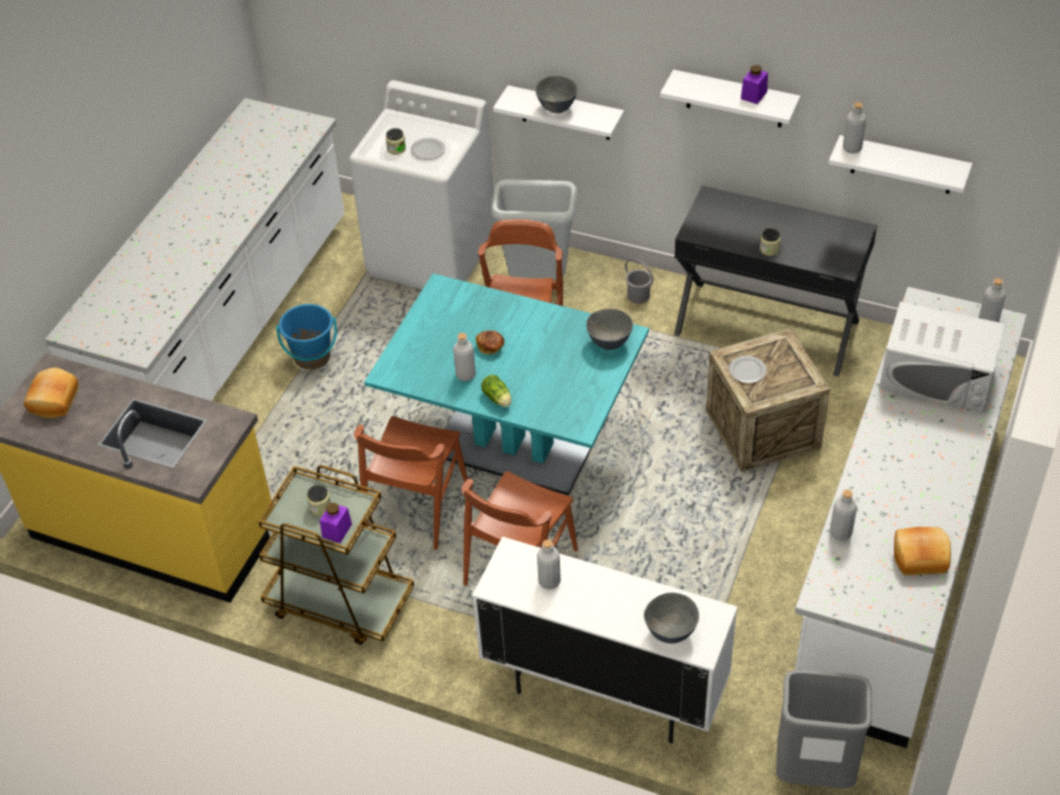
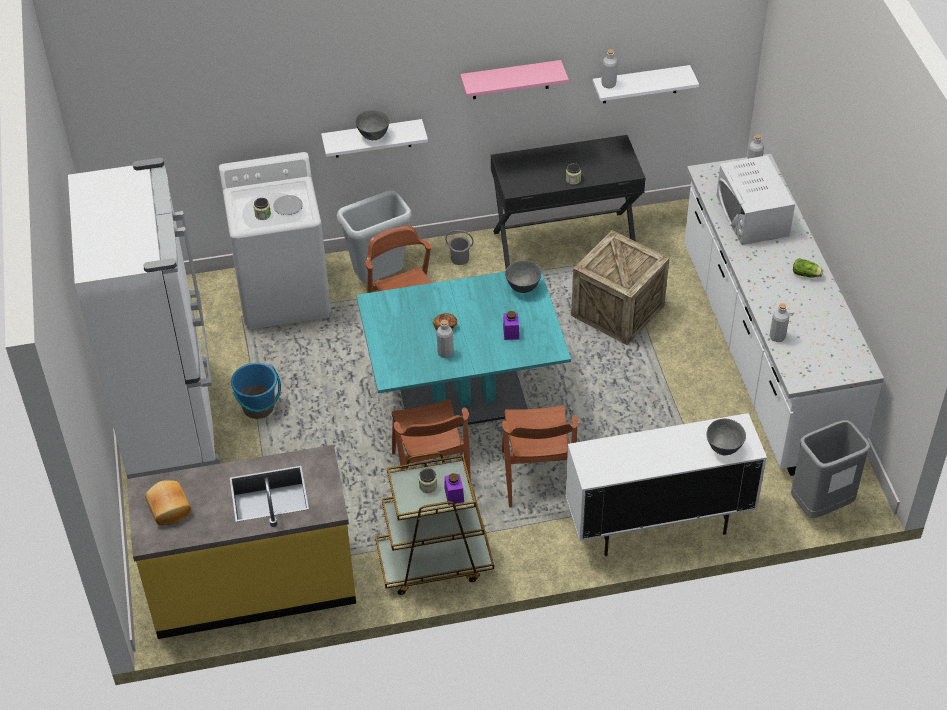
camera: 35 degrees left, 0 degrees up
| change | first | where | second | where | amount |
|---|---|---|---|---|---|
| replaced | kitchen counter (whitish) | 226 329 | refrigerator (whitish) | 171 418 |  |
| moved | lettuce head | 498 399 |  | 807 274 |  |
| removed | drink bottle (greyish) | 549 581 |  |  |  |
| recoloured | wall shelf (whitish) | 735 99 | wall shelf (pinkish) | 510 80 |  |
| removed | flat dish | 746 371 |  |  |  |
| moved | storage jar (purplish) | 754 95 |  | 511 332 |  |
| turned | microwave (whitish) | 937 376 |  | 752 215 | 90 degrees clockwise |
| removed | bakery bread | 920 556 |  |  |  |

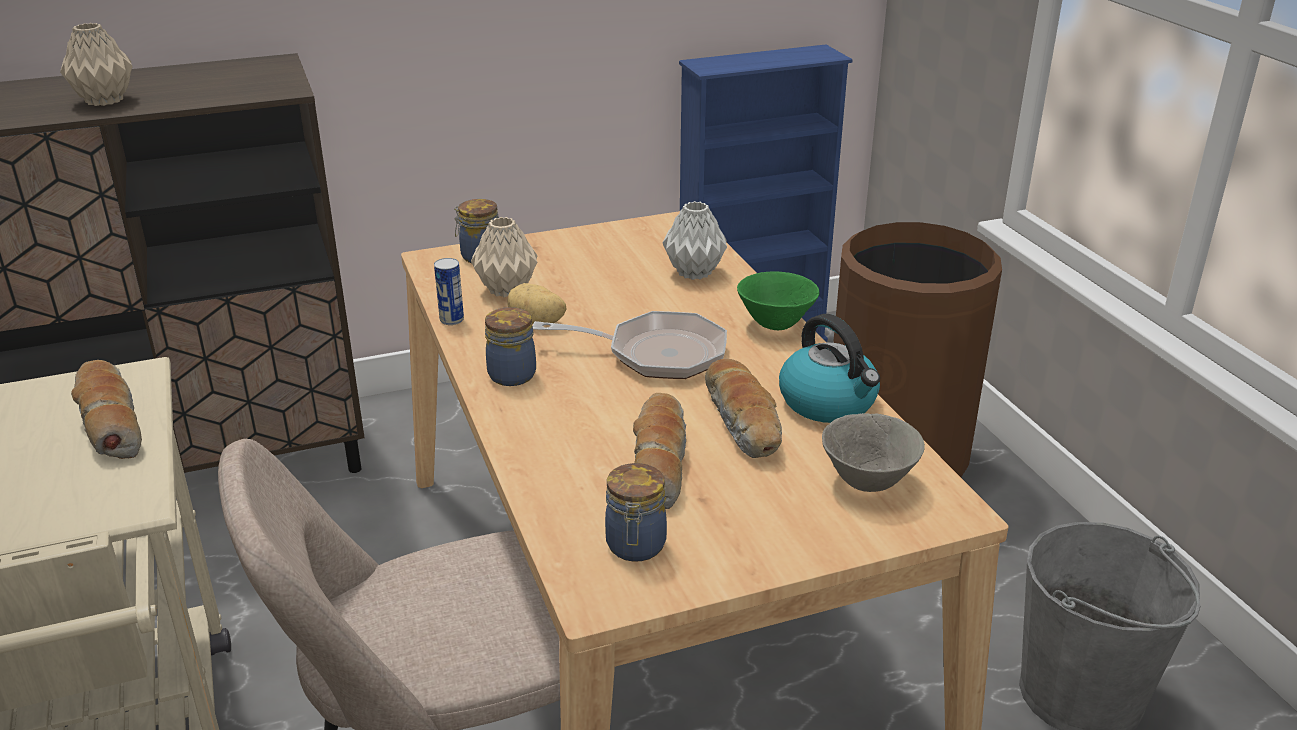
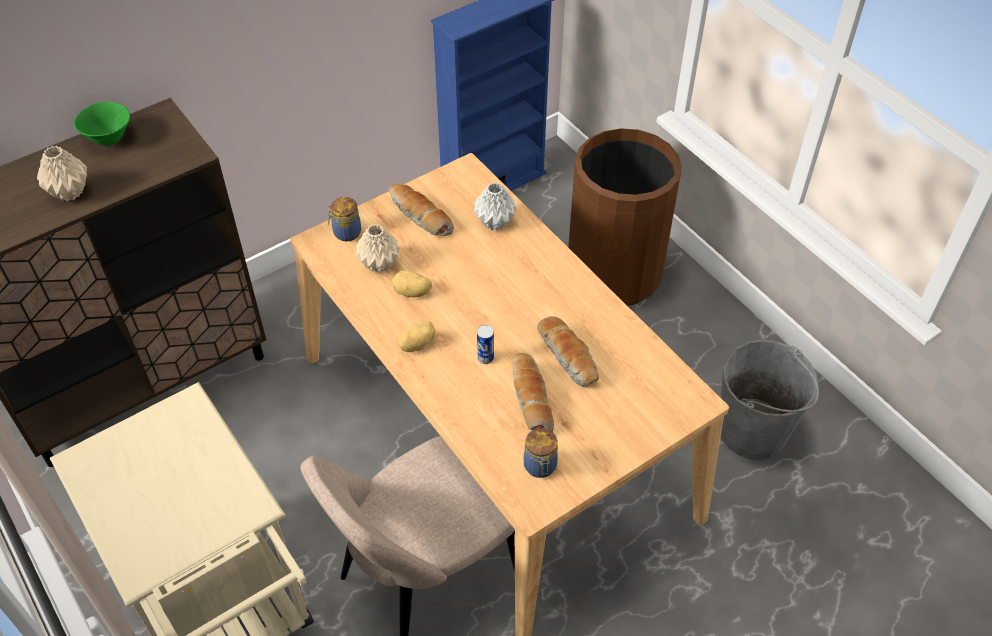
camera: 15 degrees left, 20 degrees up
| change | first | where | second | where | amount |
|---|---|---|---|---|---|
| moved | bakery bread | 109 422 |  | 419 216 |  |
| moved | can | 451 320 |  | 485 358 |  |
| replaced | storage jar | 512 374 | potato | 416 344 |  |
| removed | pan | 656 354 |  |  |  |
| moved | deep dish (green-coloured) | 775 324 |  | 109 139 |  |
| removed | water kettle | 829 403 |  |  |  |
| removed | deep dish (greyish) | 867 483 |  |  |  |

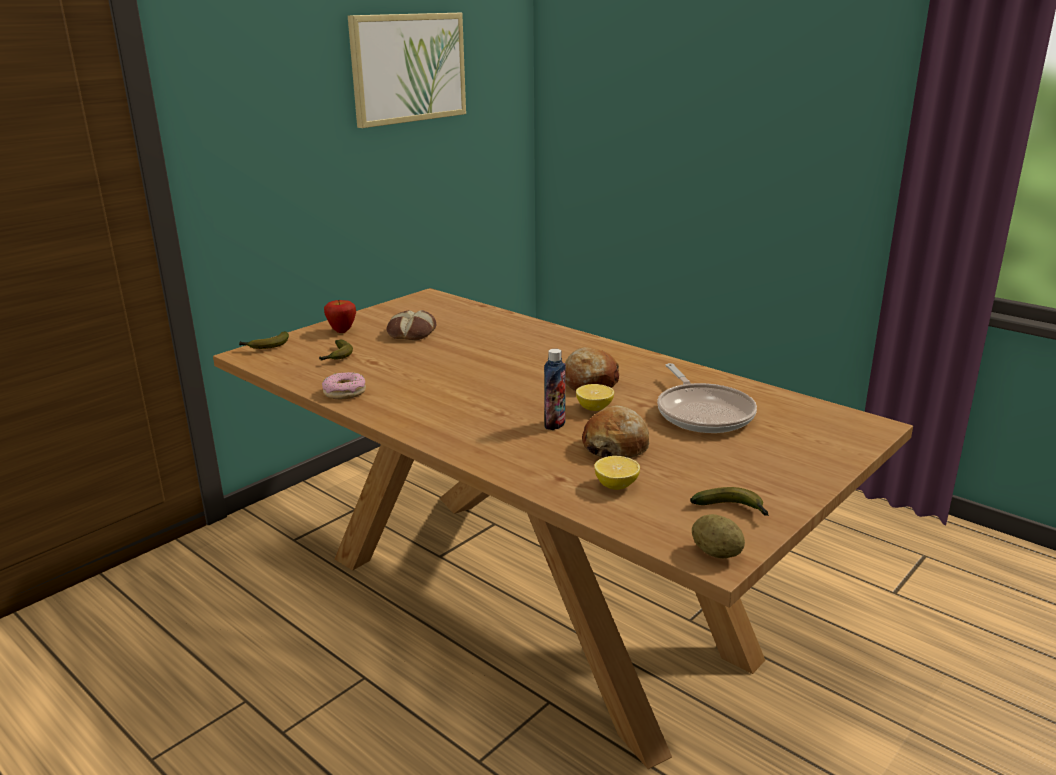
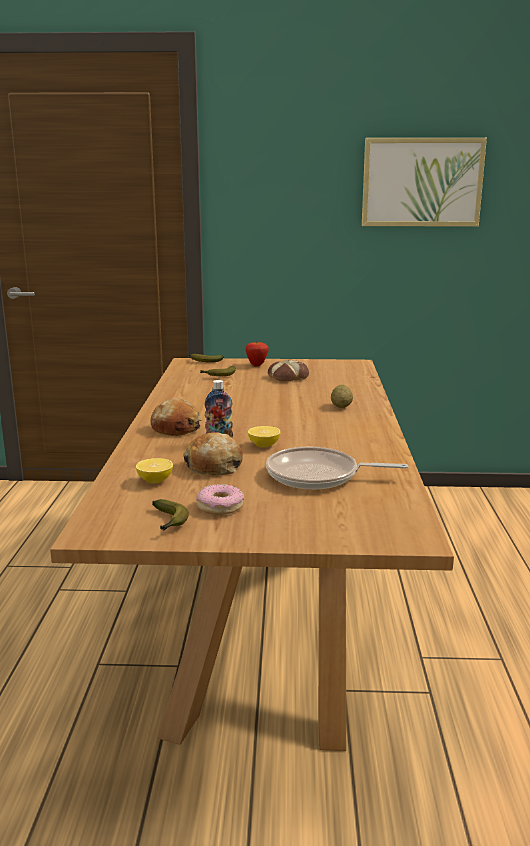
camera: 50 degrees right, 5 degrees down
| change | first | where | second | where | amount |
|---|---|---|---|---|---|
| moved | donut | 344 392 |  | 220 506 |  |
| moved | bakery bread | 589 382 |  | 176 428 |  |
| turned | pan | 703 413 |  | 318 476 | 60 degrees clockwise |
| moved | potato | 716 553 |  | 341 406 |  |

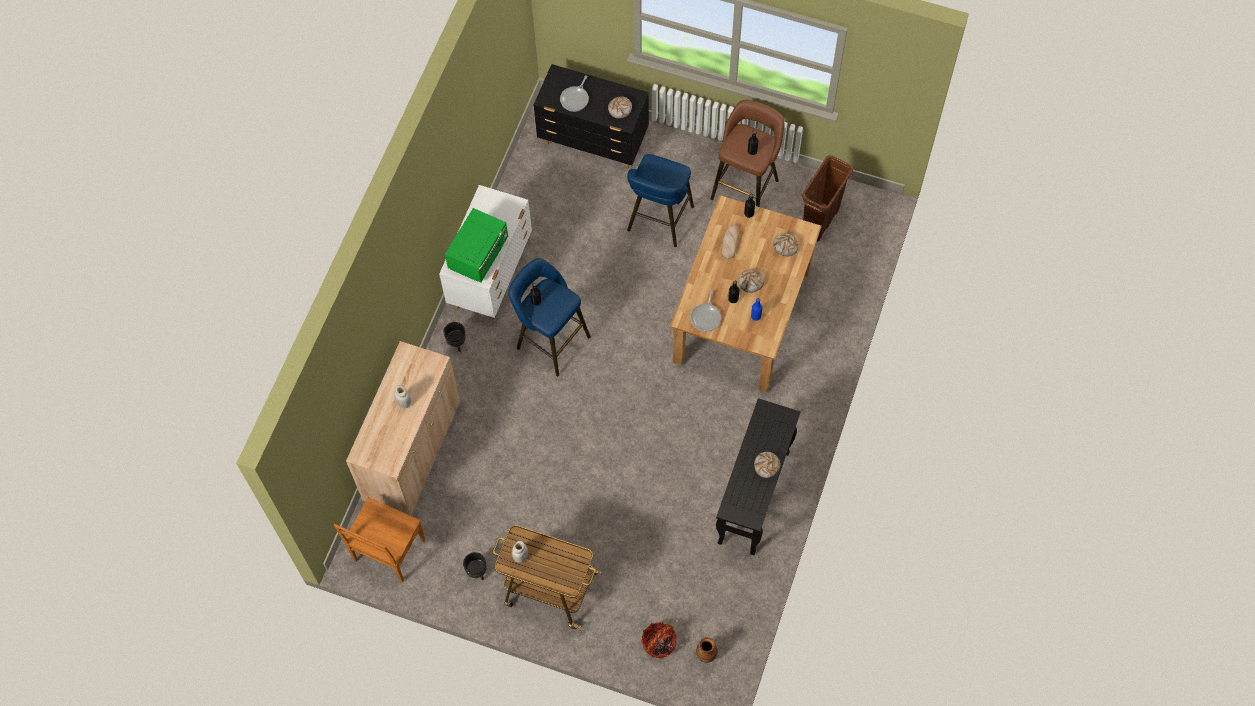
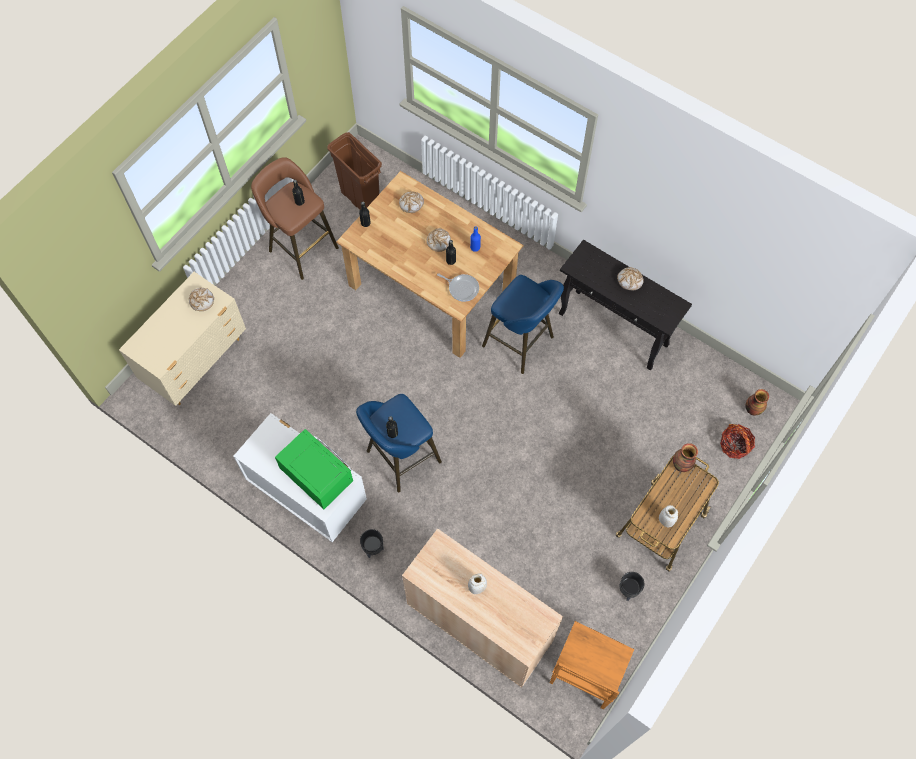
camera: 75 degrees left, 0 degrees up
| change | first | where | second | where | amount |
|---|---|---|---|---|---|
| turned | plain chair (brown-coloured) | 388 552 |  | 585 674 | 75 degrees clockwise |
| recoloured | chest of drawers (black) | 594 142 | chest of drawers (beige-coloured) | 197 362 |  |
| removed | pan | 575 99 |  |  |  |
| moved | sitting stool (blue) | 659 222 |  | 521 344 |  |
| removed | bakery bread | 730 242 |  |  |  |
| added |  |  | decorative vase | 681 465 |  |

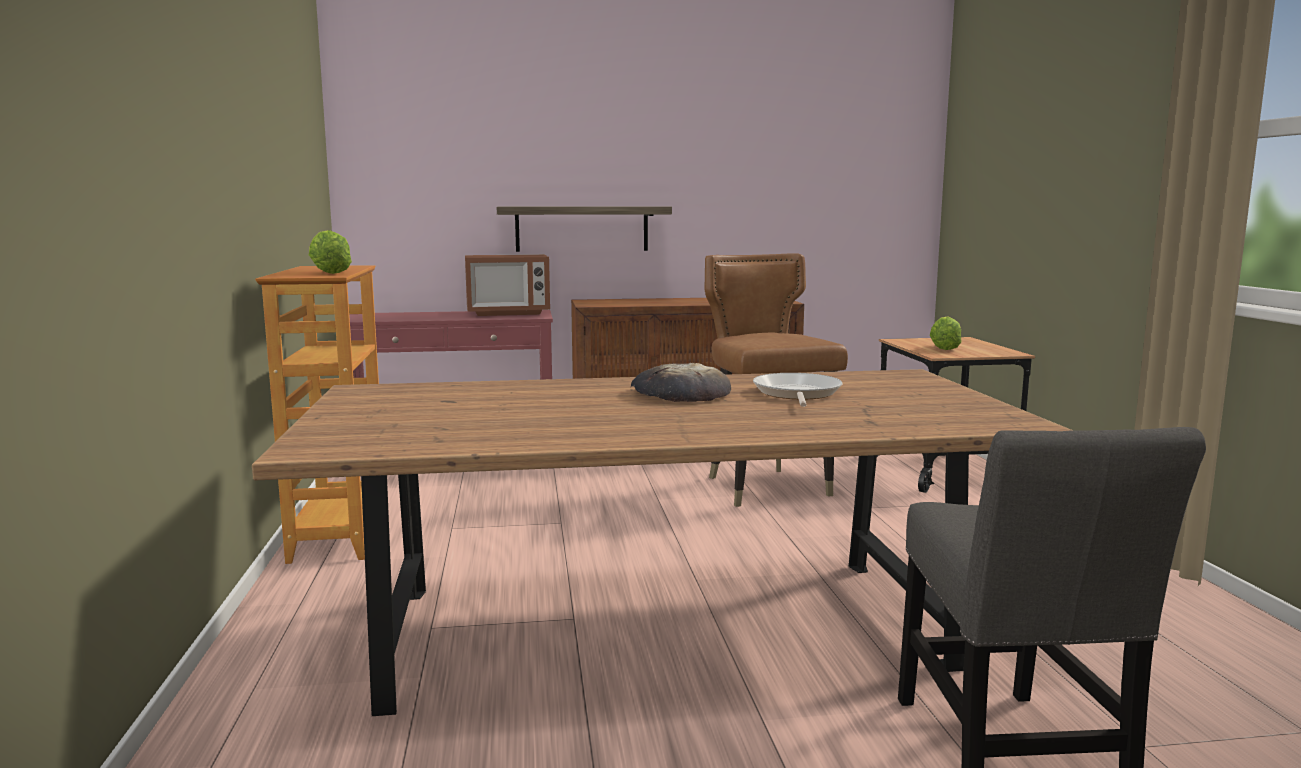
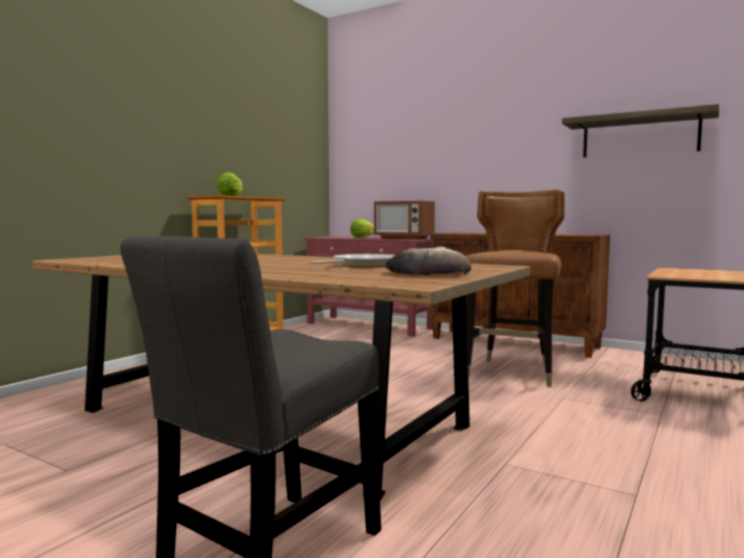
camera: 40 degrees right, 5 degrees down
| change | first | where | second | where | amount |
|---|---|---|---|---|---|
| moved | wall shelf | 582 228 |  | 639 136 |  |
| moved | bakery bread | 680 393 |  | 427 272 |  |
| moved | lettuce head | 945 348 |  | 362 237 |  |

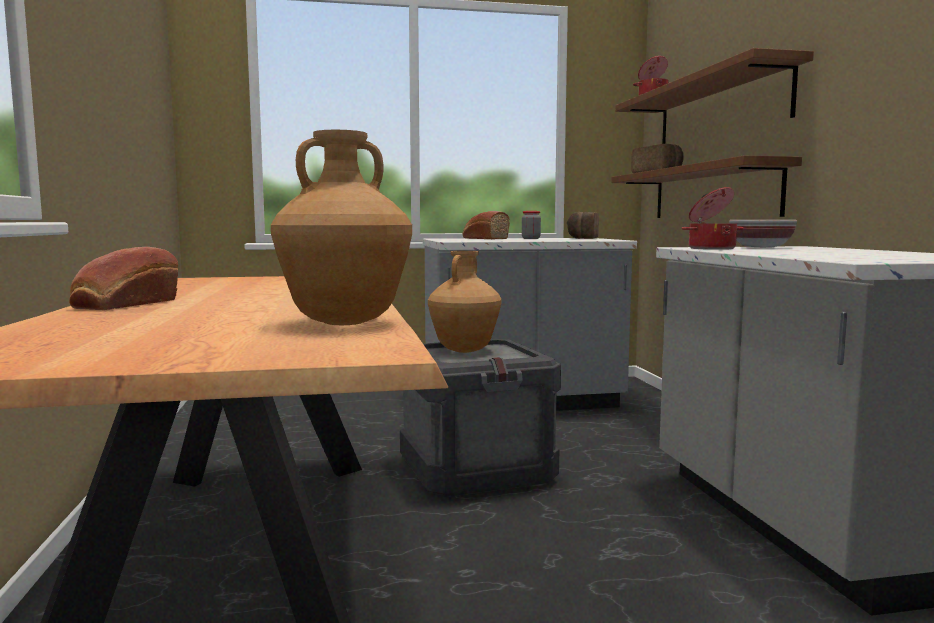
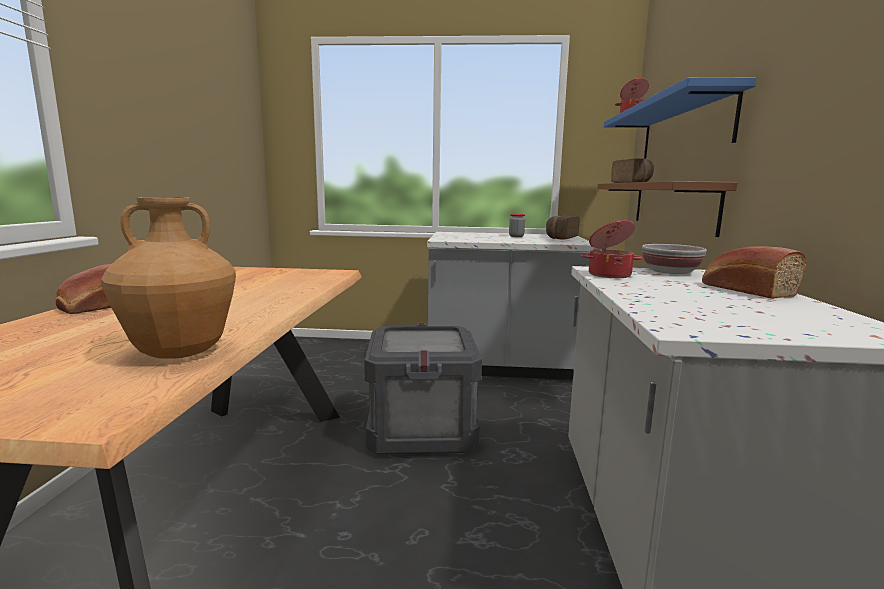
camera: 15 degrees right, 5 degrees up
| change | first | where | second | where | amount |
|---|---|---|---|---|---|
| removed | decorative vase (brown-coloured) | 465 350 |  |  |  |
| moved | bakery bread | 484 238 |  | 744 289 |  |
| recoloured | wall shelf (brown-coloured) | 719 109 | wall shelf (blue) | 683 128 |  |

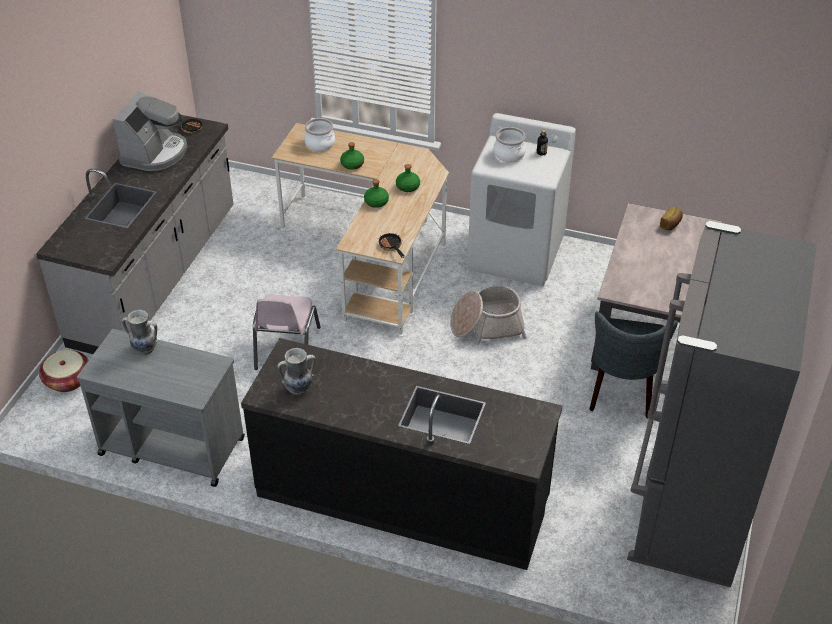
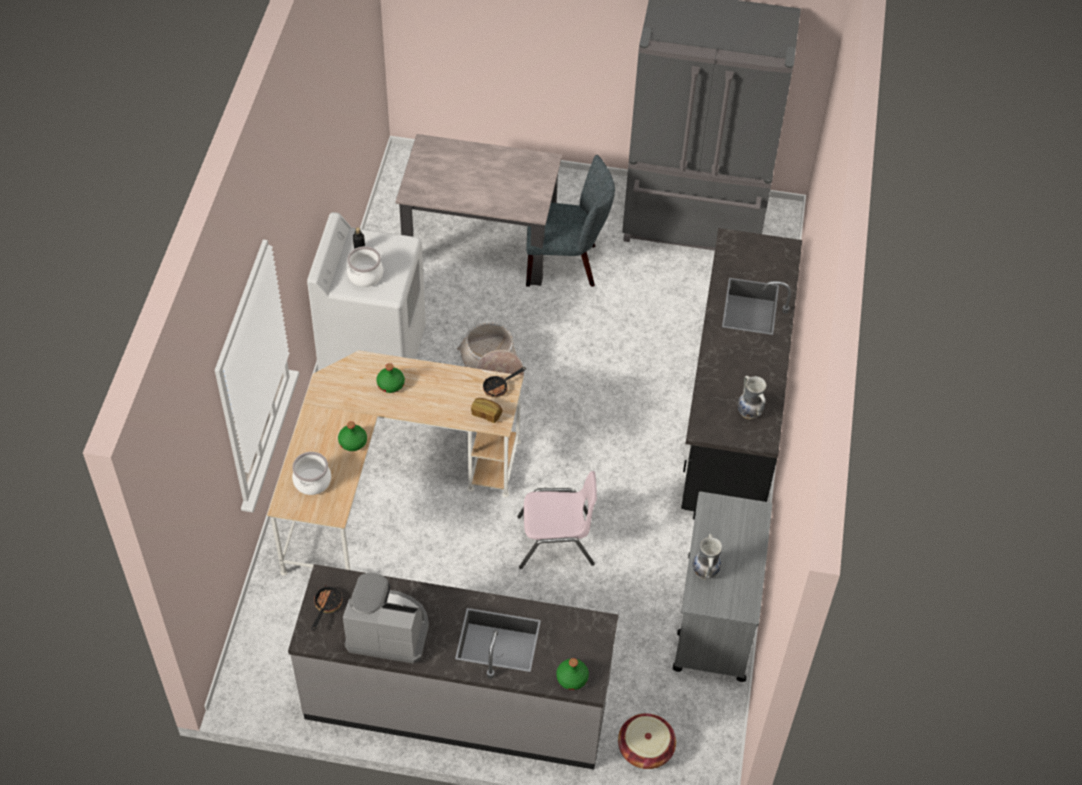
camera: 100 degrees left, 10 degrees up
| change | first | where | second | where | amount |
|---|---|---|---|---|---|
| moved | drink bottle (green-coloured) | 376 202 |  | 572 678 |  |
| moved | bakery bread | 671 224 |  | 486 414 |  |

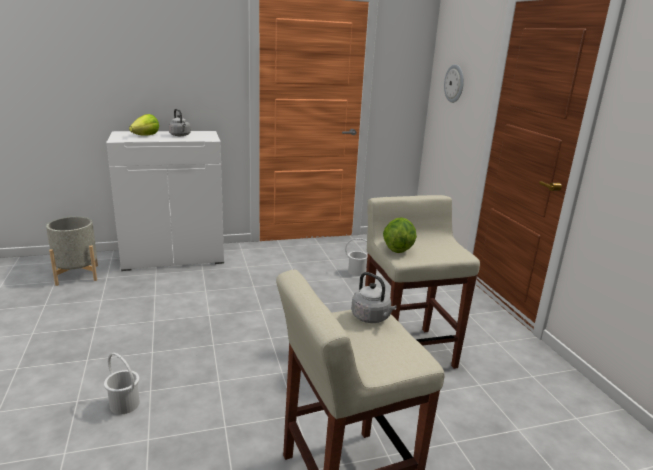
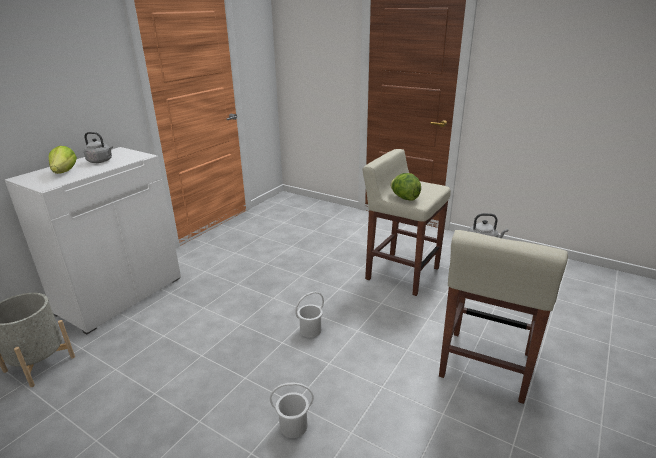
camera: 40 degrees left, 5 degrees up
| change | first | where | second | where | amount |
|---|---|---|---|---|---|
| moved | bucket (whitish) | 356 272 |  | 310 330 |  |
| removed | hanging clock | 454 83 |  |  |  |

